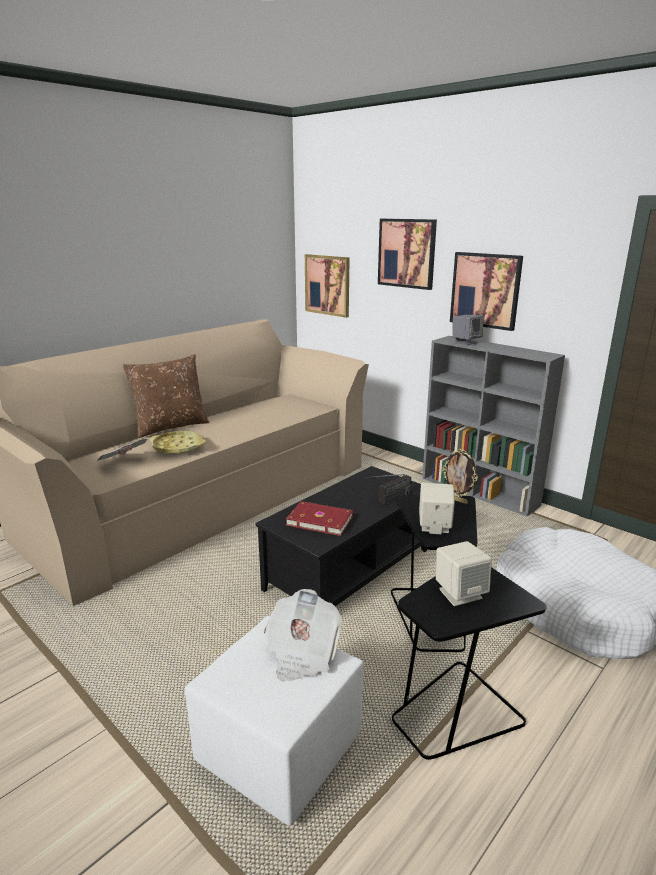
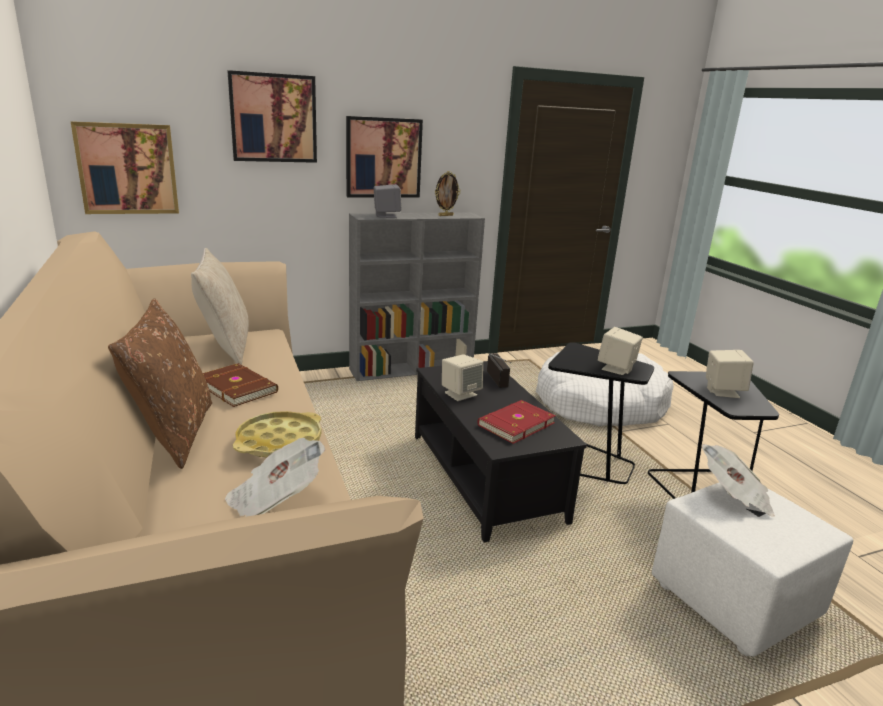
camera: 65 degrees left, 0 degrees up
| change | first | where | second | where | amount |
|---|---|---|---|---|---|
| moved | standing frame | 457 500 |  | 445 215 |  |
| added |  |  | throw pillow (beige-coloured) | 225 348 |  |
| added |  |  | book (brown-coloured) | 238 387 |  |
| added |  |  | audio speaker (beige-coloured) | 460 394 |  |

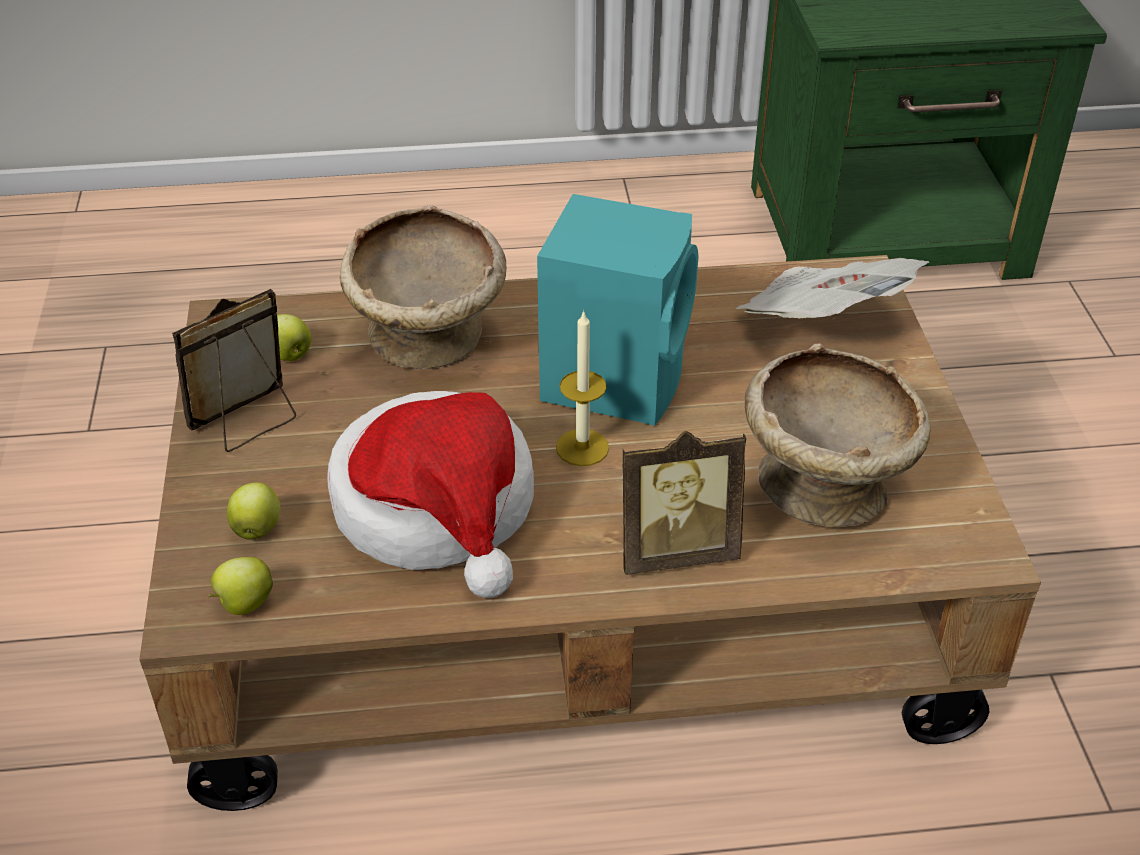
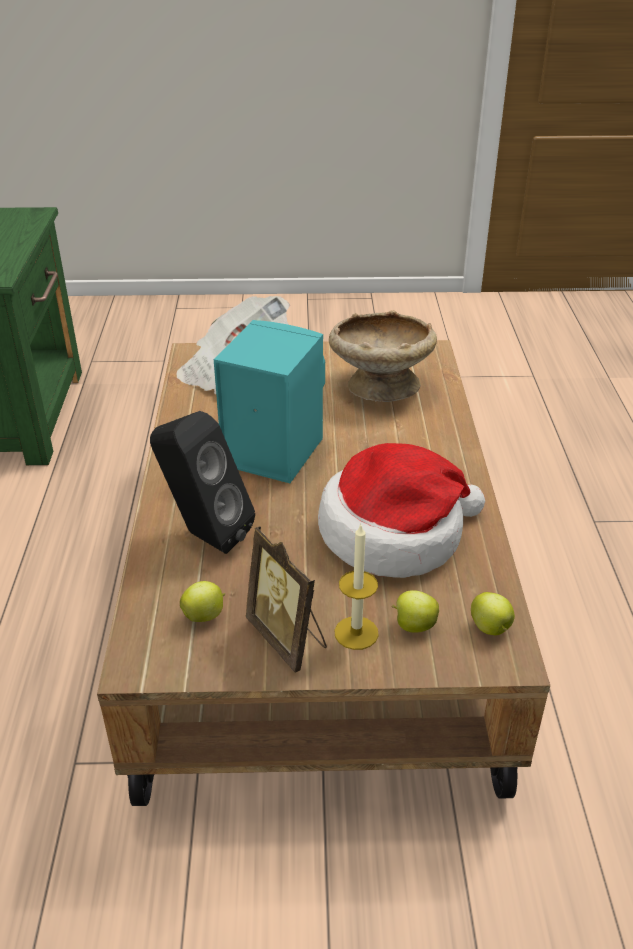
camera: 85 degrees left, 5 degrees down
| change | first | where | second | where | amount |
|---|---|---|---|---|---|
| replaced | deep dish (beige-coloured) | 430 339 | audio speaker (black) | 204 535 |  |
| moved | wax candle | 582 447 |  | 356 633 |  |
| removed | standing frame | 675 551 |  |  |  |

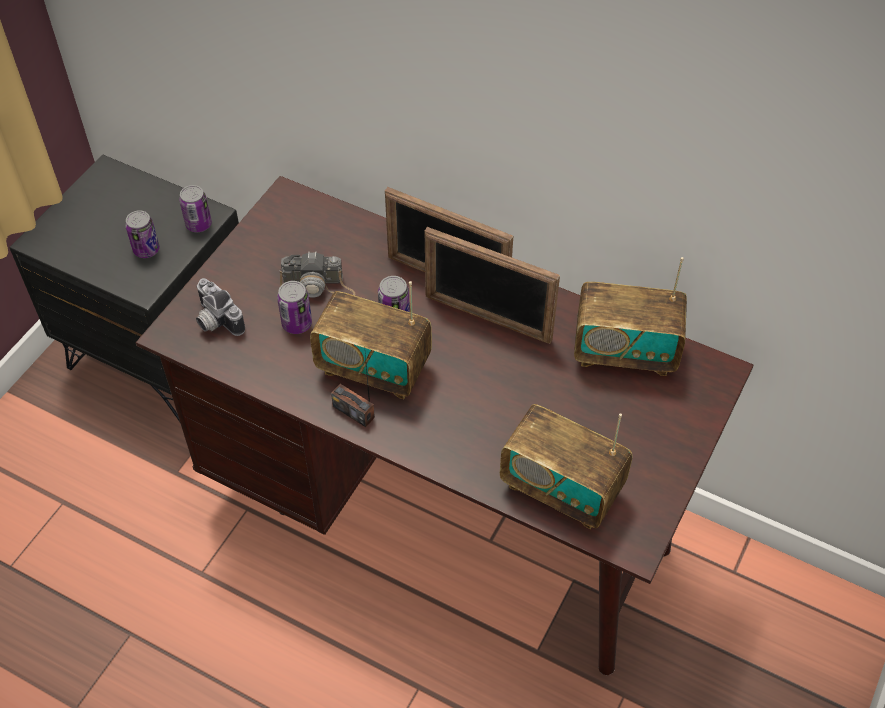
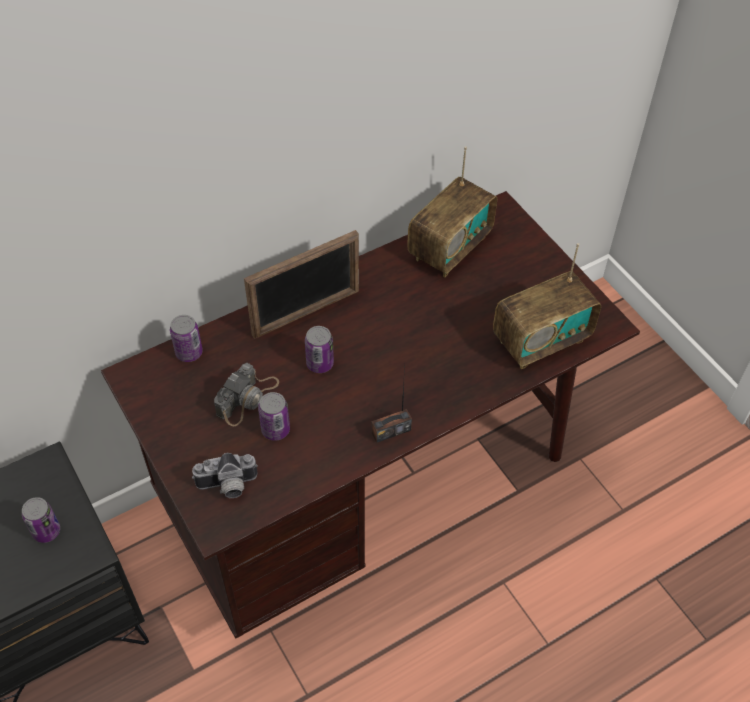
camera: 60 degrees left, 0 degrees up
| change | first | where | second | where | amount |
|---|---|---|---|---|---|
| moved | can | 198 224 |  | 189 352 |  |
| removed | radio set | 373 368 |  |  |  |
| removed | standing frame | 487 318 |  |  |  |

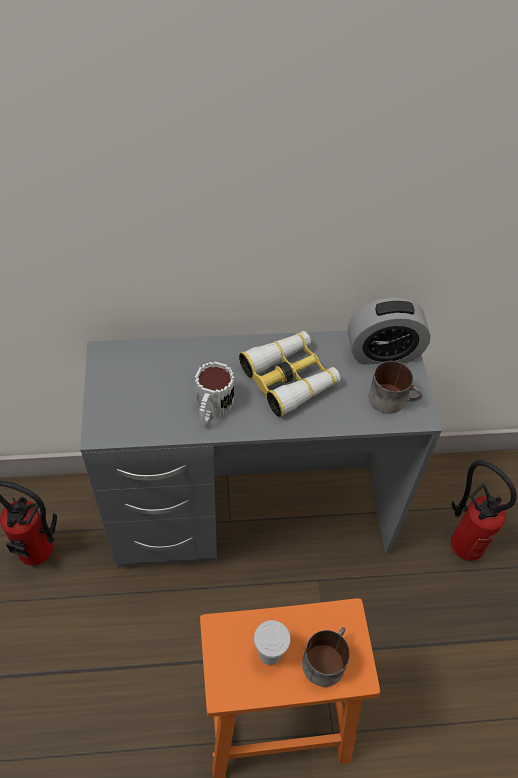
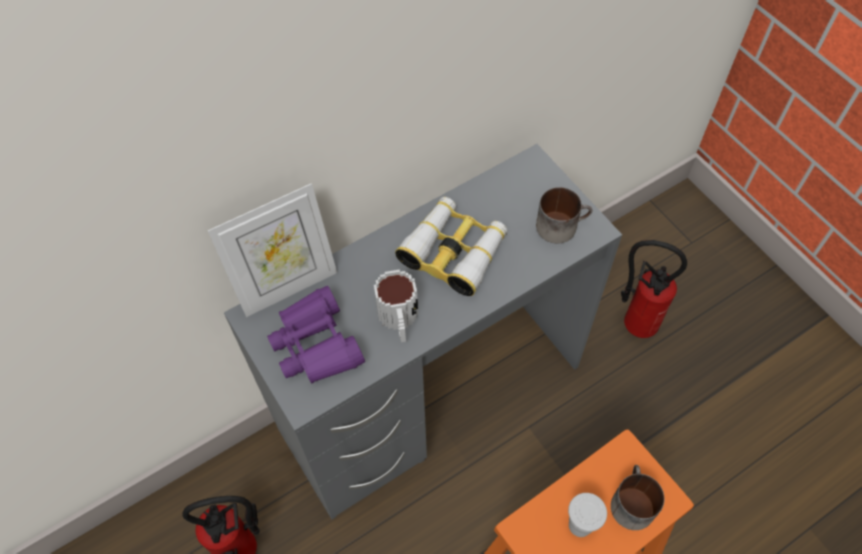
camera: 25 degrees left, 5 degrees up
| change | first | where | second | where | amount |
|---|---|---|---|---|---|
| removed | table clock | 383 353 |  |  |  |
| added |  |  | standing frame | 287 286 |  |
| added |  |  | binoculars (purplish) | 316 344 |  |

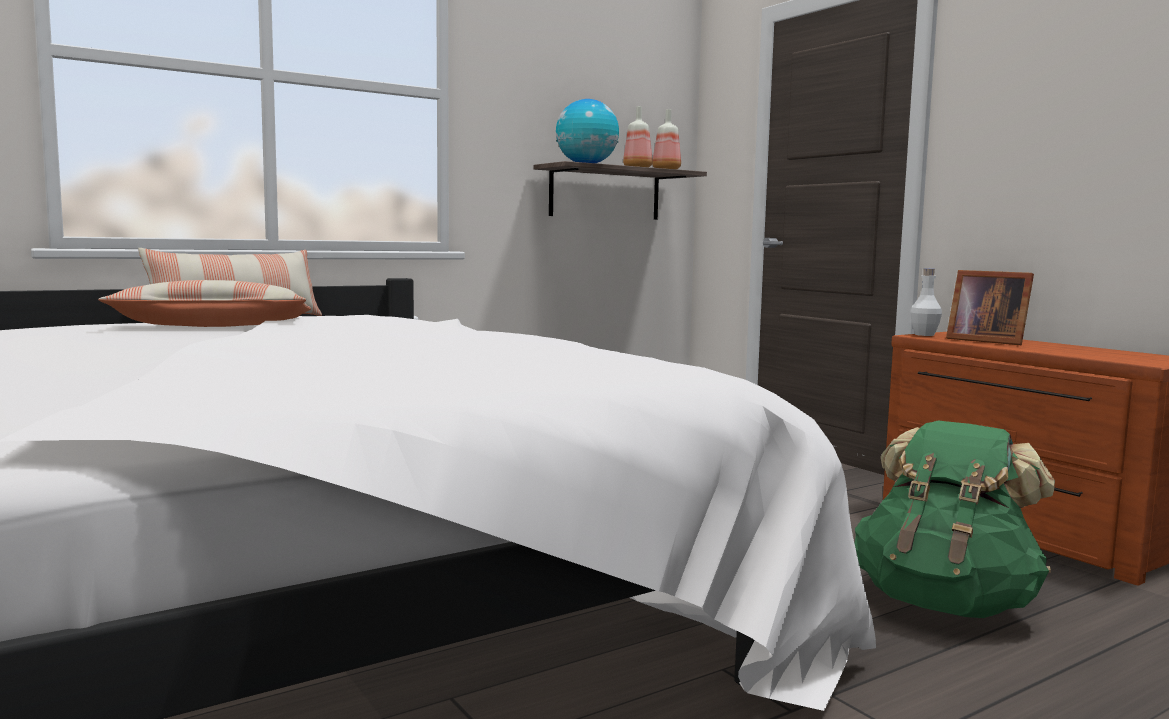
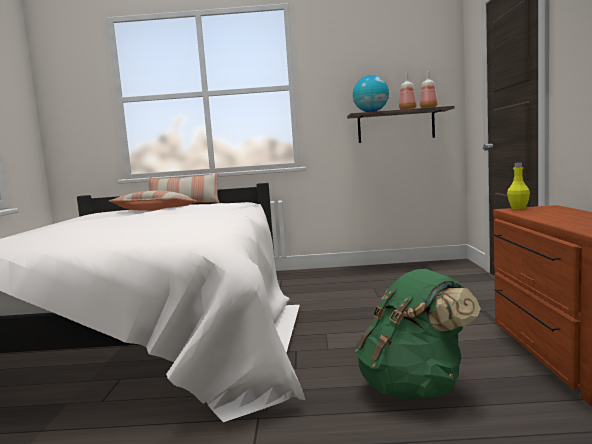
camera: 35 degrees right, 0 degrees up
| change | first | where | second | where | amount |
|---|---|---|---|---|---|
| recoloured | drink bottle (whitish) | 924 335 | drink bottle (yellow-coloured) | 518 208 |  |
| removed | standing frame | 985 340 |  |  |  |

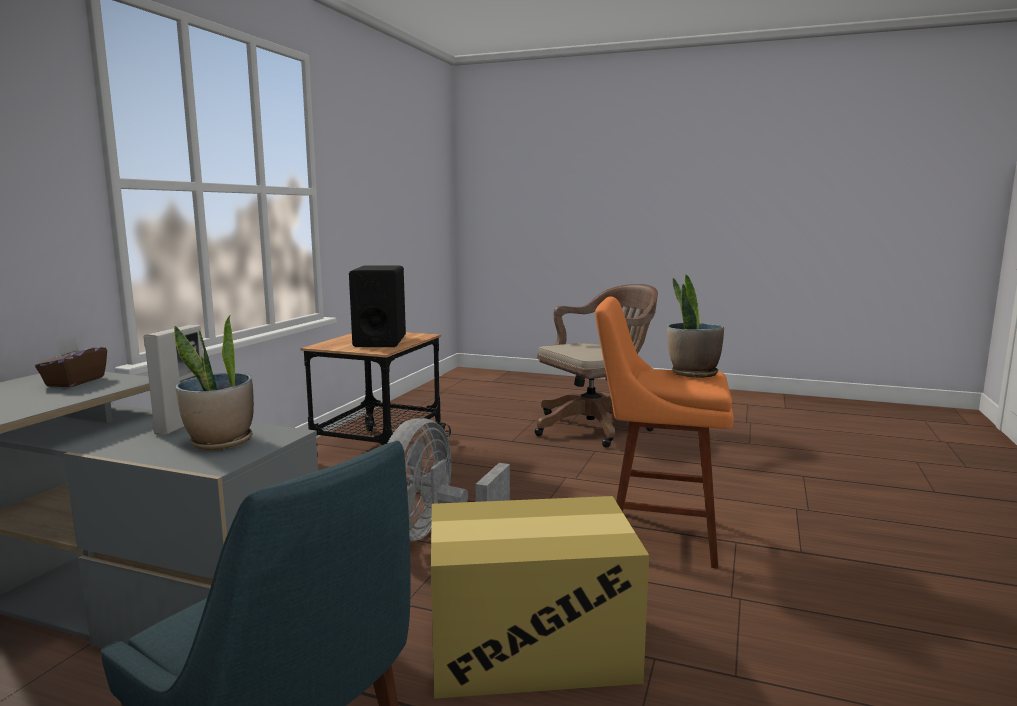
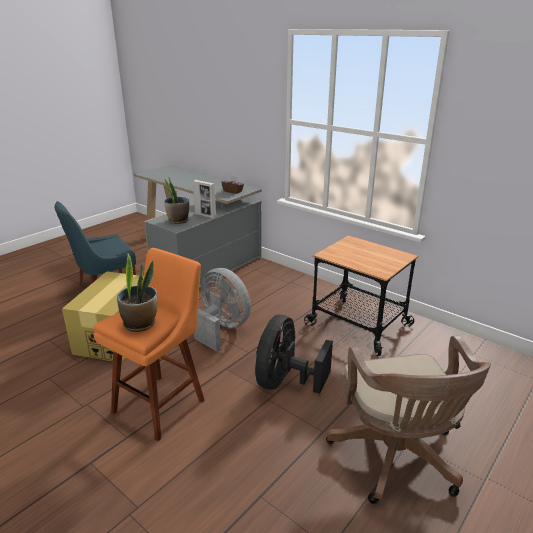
camera: 110 degrees right, 15 degrees up
| change | first | where | second | where | amount |
|---|---|---|---|---|---|
| removed | audio speaker (black) | 380 341 |  |  |  |
| added |  |  | electric fan (black) | 285 382 |  |

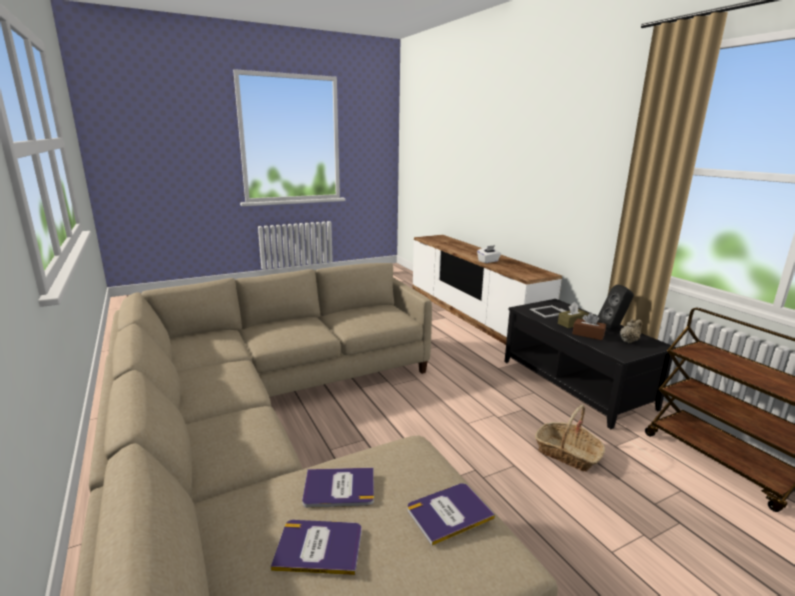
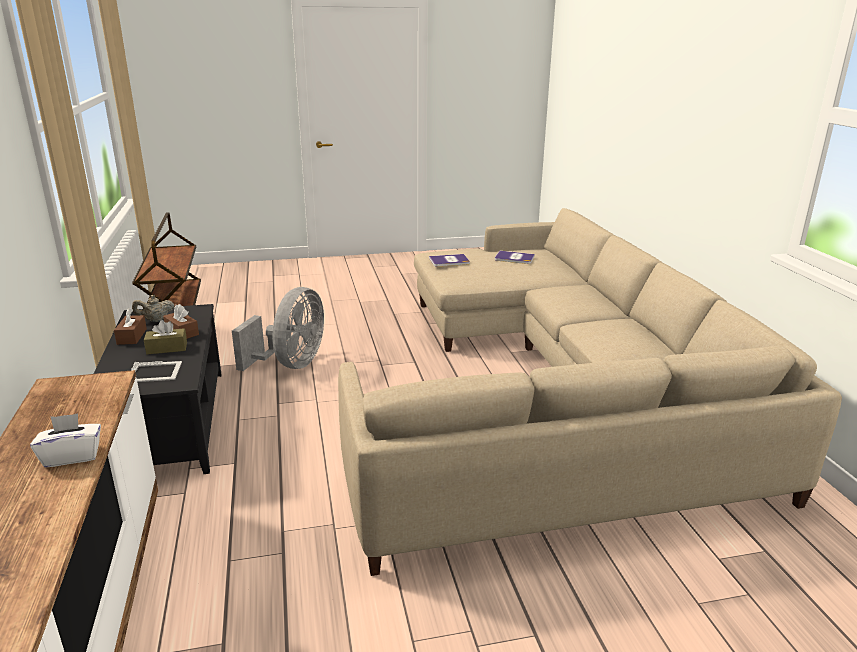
camera: 165 degrees left, 5 degrees up
| change | first | where | second | where | amount |
|---|---|---|---|---|---|
| removed | book | 339 488 |  |  |  |
| replaced | storage basket | 567 453 | electric fan (greyish) | 291 364 |  |
| replaced | audio speaker (black) | 613 328 | tissue holder (brown-coloured) | 132 336 |  |

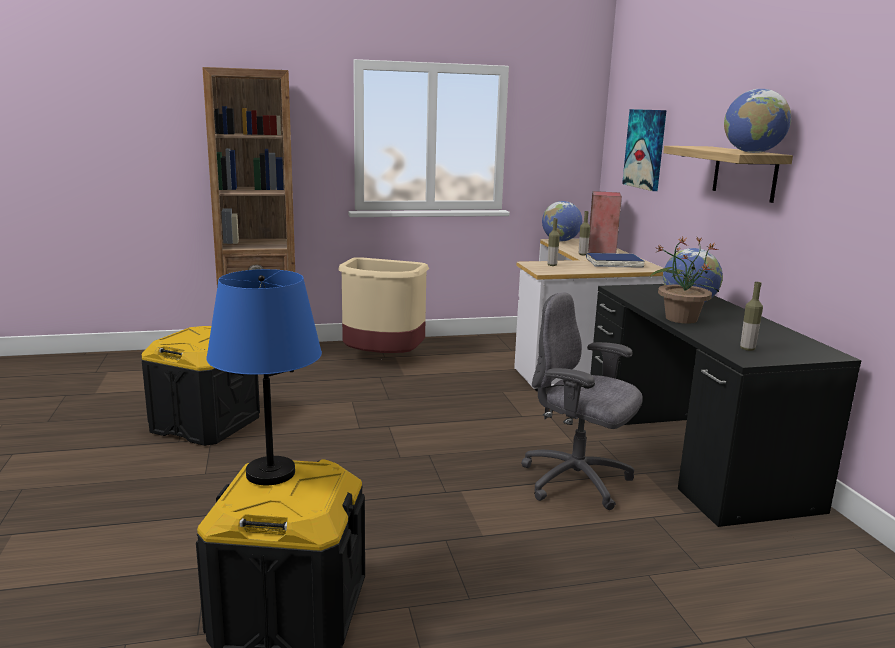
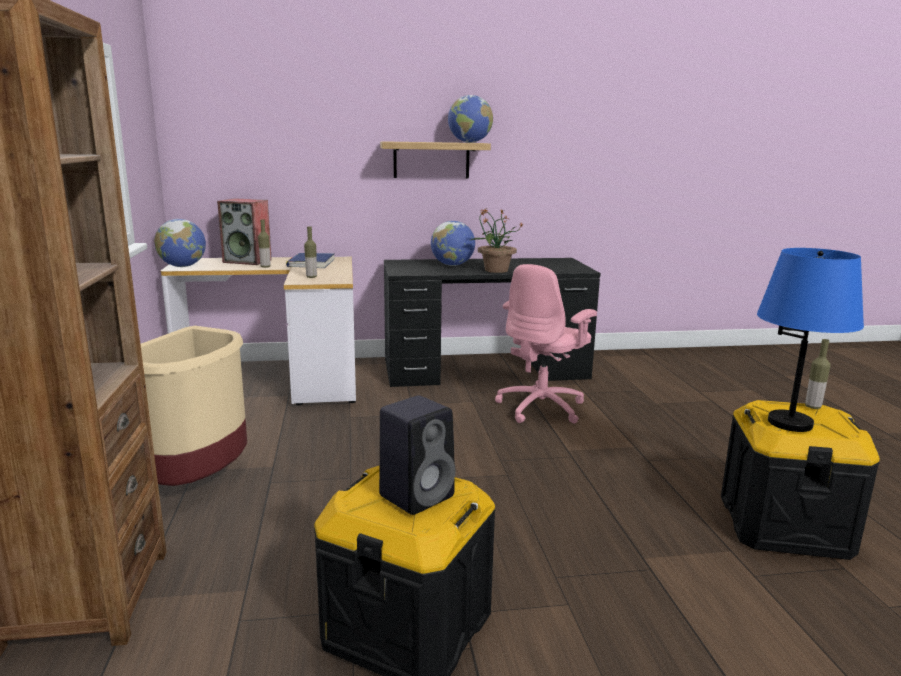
camera: 85 degrees left, 0 degrees up
| change | first | where | second | where | amount |
|---|---|---|---|---|---|
| recoloured | computer chair (greyish) | 577 482 | computer chair (pinkish) | 542 407 |  |
| removed | wall art | 645 149 |  |  |  |
| moved | drink bottle | 747 349 |  | 813 407 |  |
| added |  |  | audio speaker (black) | 418 495 |  |

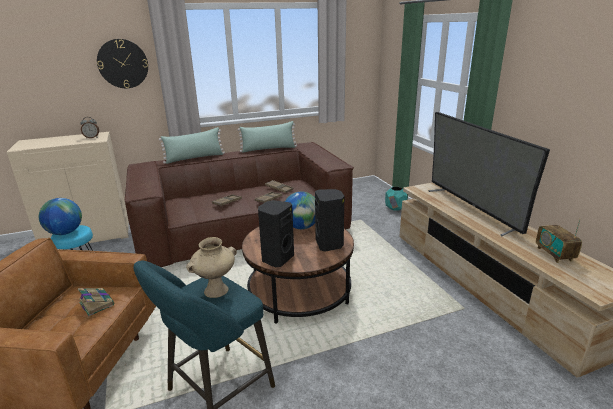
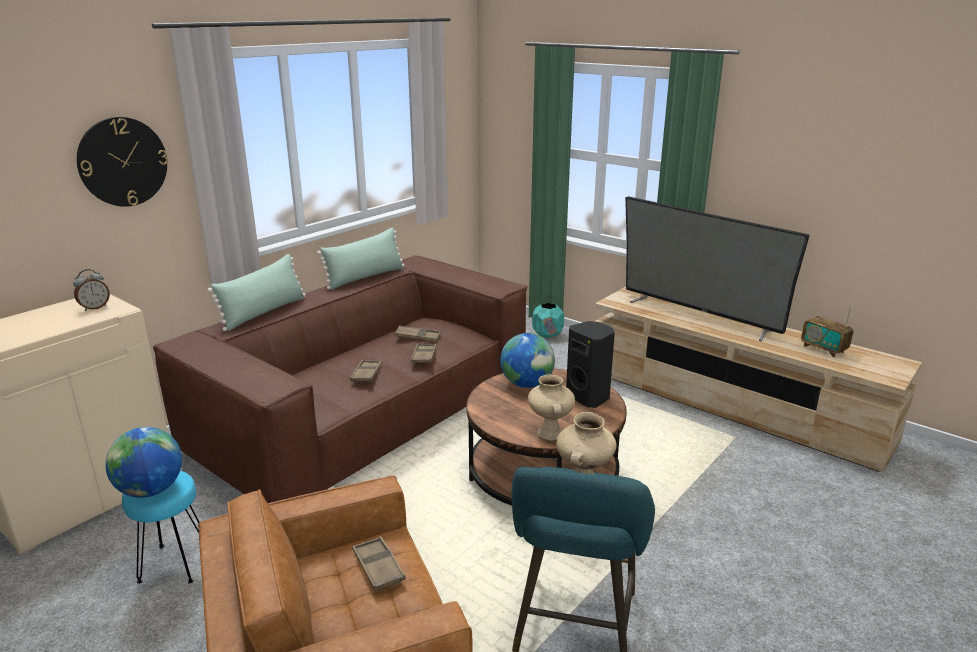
camera: 30 degrees left, 0 degrees up
| change | first | where | second | where | amount |
|---|---|---|---|---|---|
| replaced | book | 96 303 | serving tray (brown-coloured) | 378 567 |  |
| replaced | audio speaker (black) | 276 258 | decorative vase (beige-coloured) | 549 433 |  |

